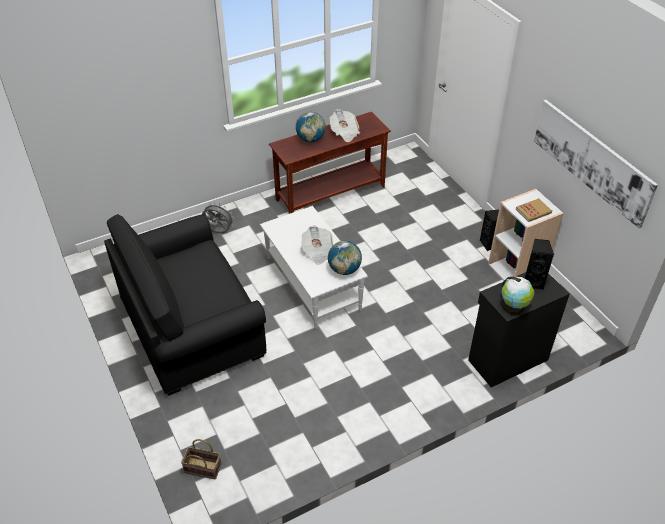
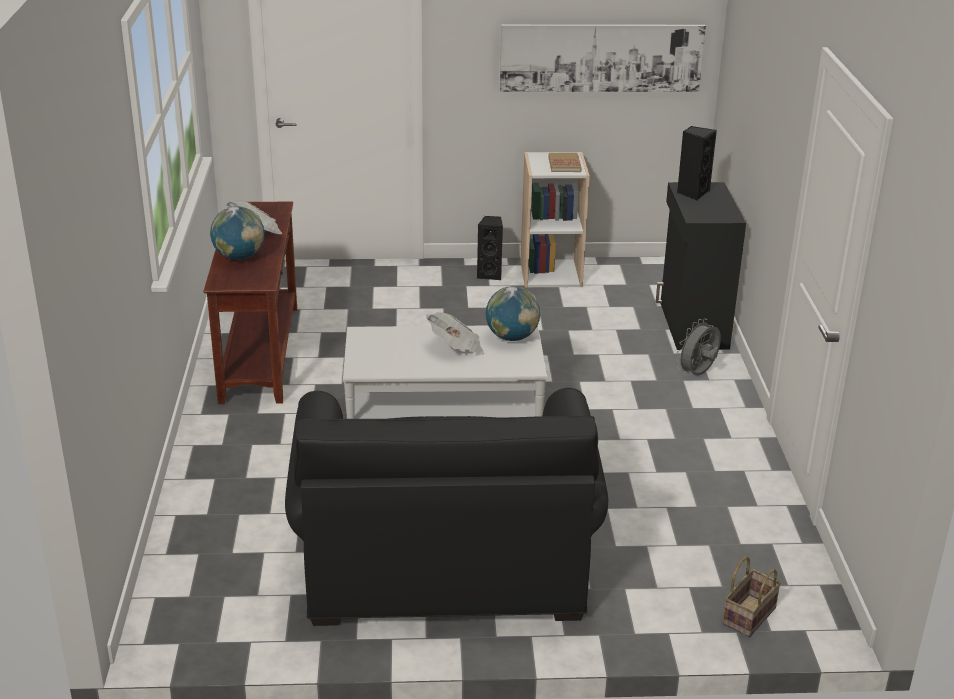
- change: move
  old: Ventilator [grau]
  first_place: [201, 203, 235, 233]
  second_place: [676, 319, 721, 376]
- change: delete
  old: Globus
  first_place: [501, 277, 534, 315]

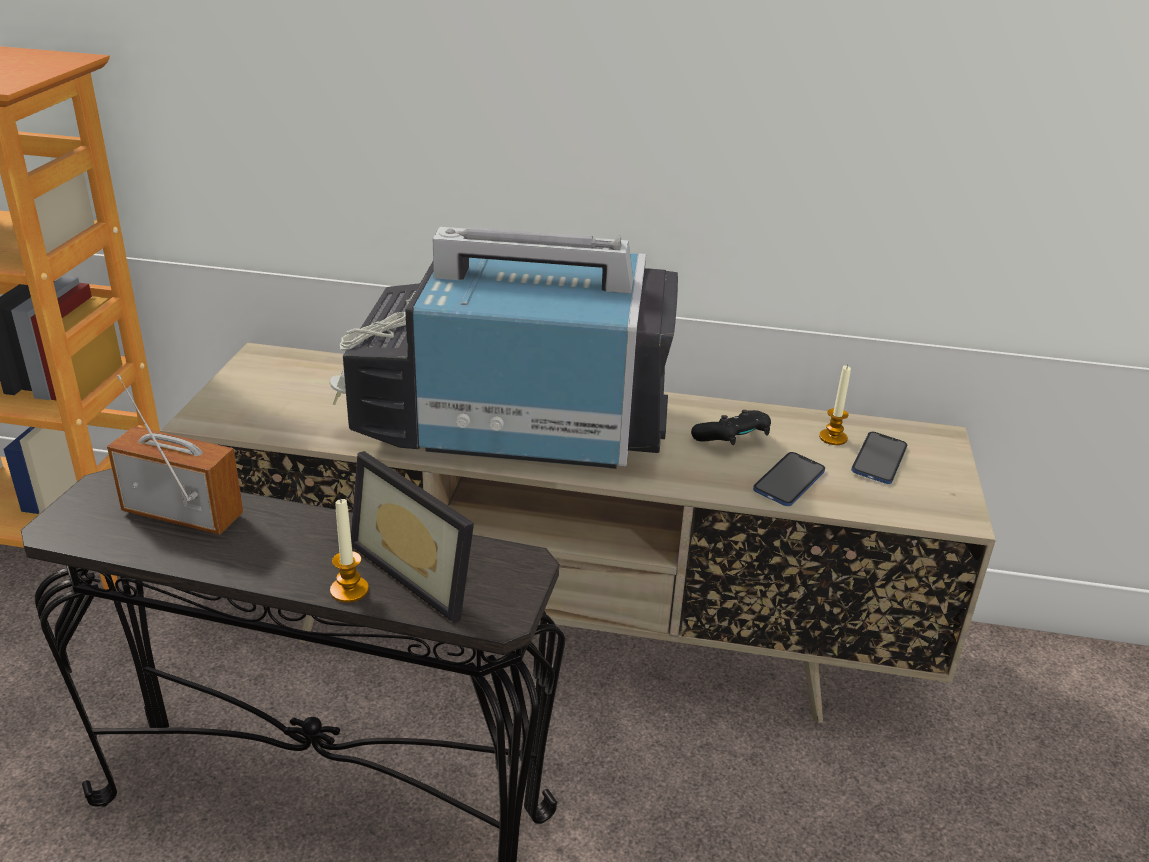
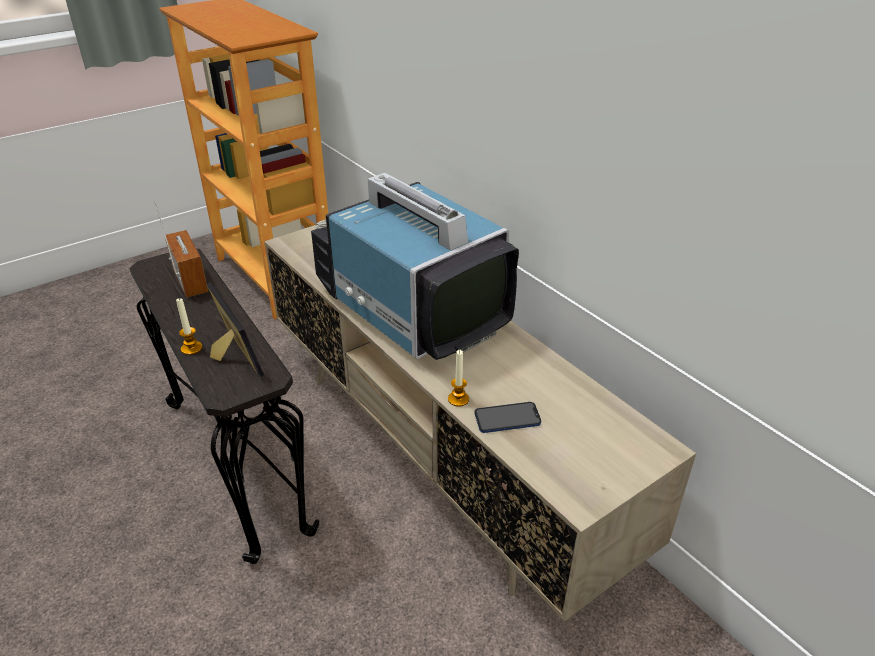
- change: rotate
  old: Bilderrahmen
  first_place: [351, 451, 474, 623]
  second_place: [206, 282, 264, 378]
  degrees: 150
- change: delete
  old: Gamepad [schwarz]
  first_place: [691, 410, 771, 445]
- change: move
  old: Kerze
  first_place: [819, 365, 851, 445]
  second_place: [448, 350, 469, 407]
- change: delete
  old: Handy
  first_place: [851, 432, 907, 484]

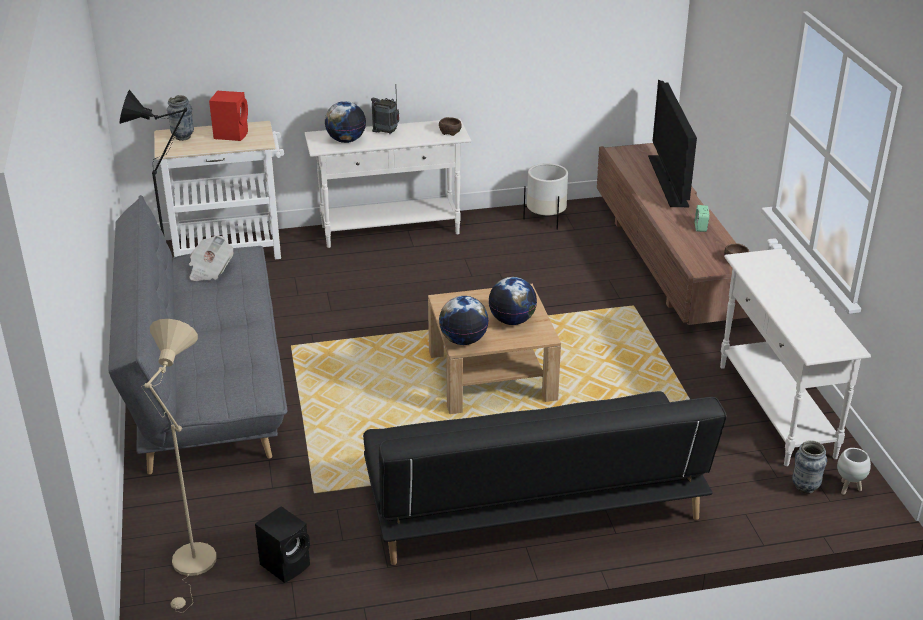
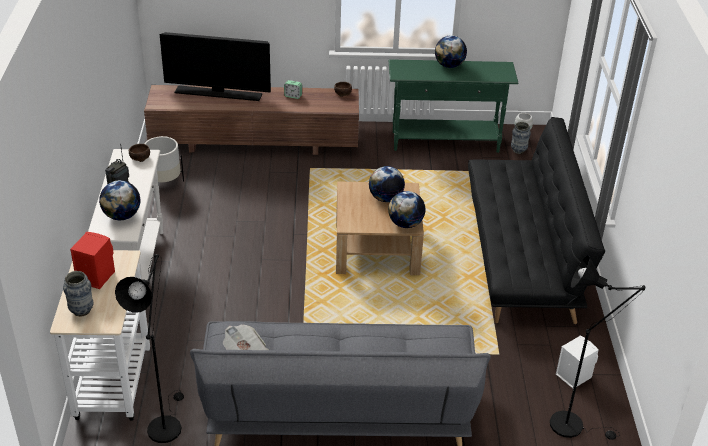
- change: recolor
  old: Stehlampe [beige]
  new: Stehlampe [schwarz]
  first_place: [141, 319, 217, 613]
  second_place: [550, 255, 645, 440]
- change: recolor
  old: Lautsprecher [schwarz]
  new: Lautsprecher [weiß]
  first_place: [255, 506, 310, 583]
  second_place: [556, 335, 599, 389]
- change: recolor
  old: Konsolentisch [weiß]
  new: Konsolentisch [grün]
  first_place: [720, 249, 871, 466]
  second_place: [388, 59, 519, 153]
- change: insert
  new: Globus
  second_place: [435, 35, 467, 68]

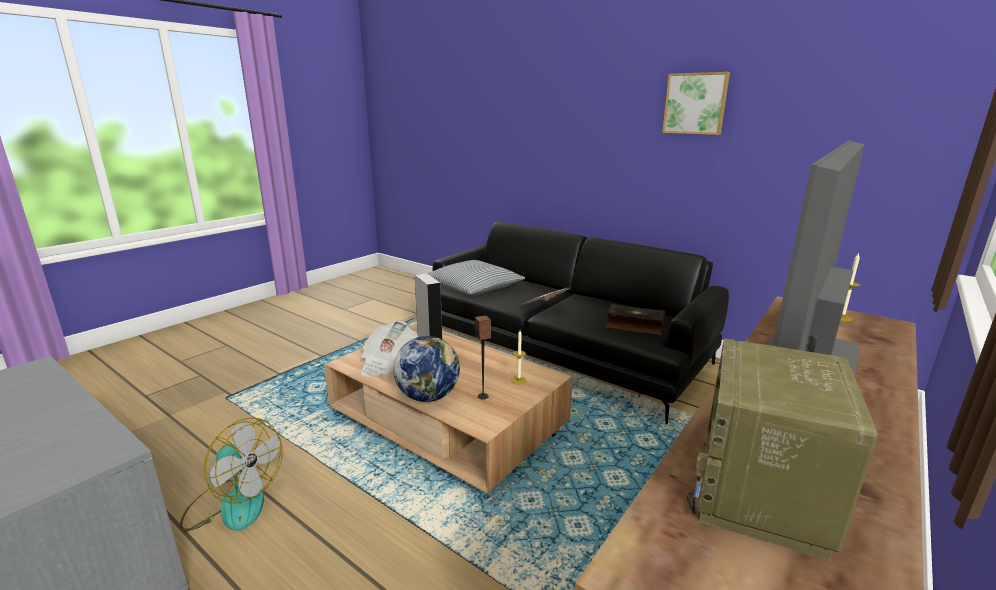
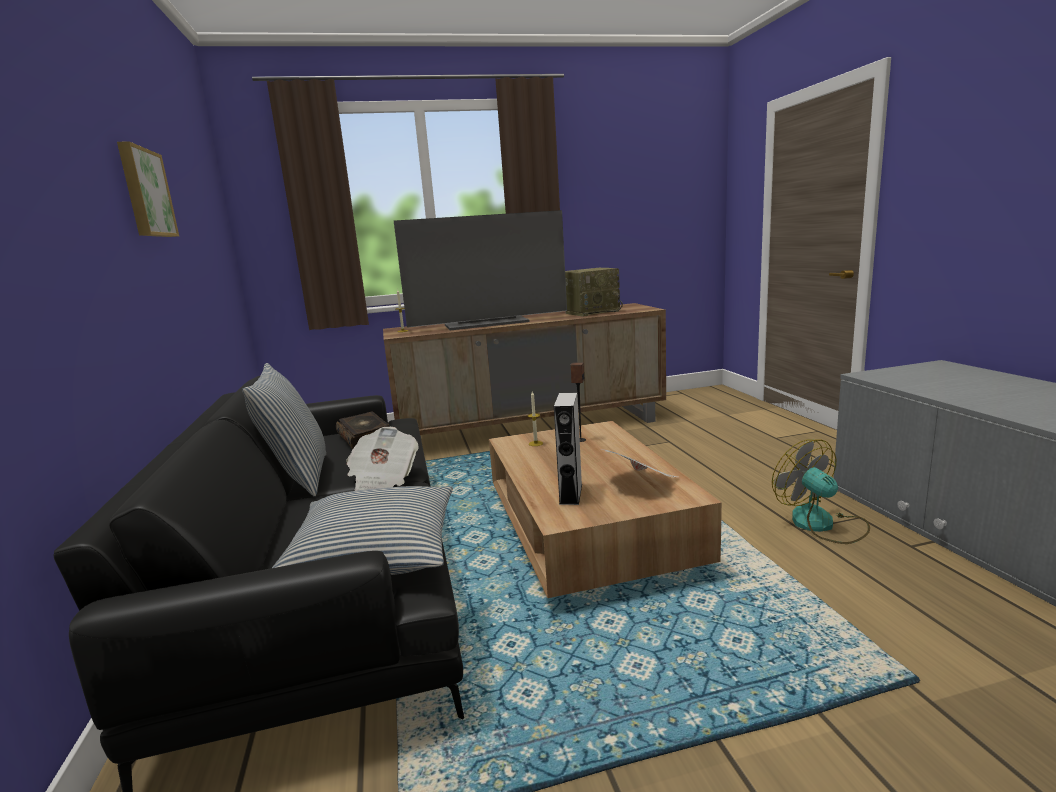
- change: delete
  old: Globus
  first_place: [393, 336, 460, 402]
- change: insert
  new: Kissen
  second_place: [242, 363, 326, 497]

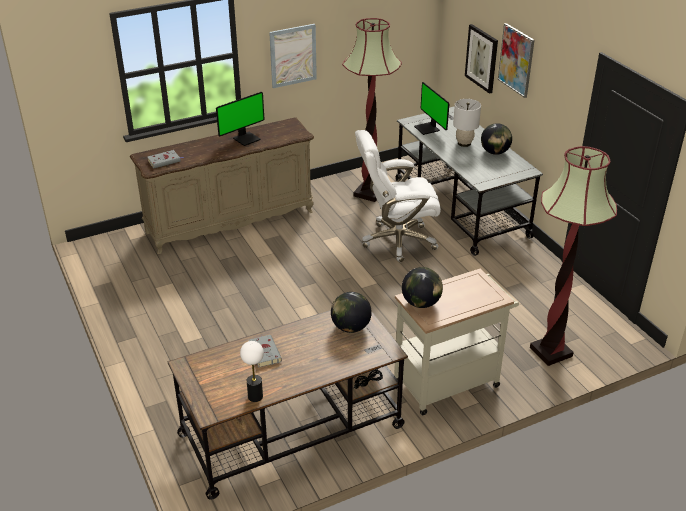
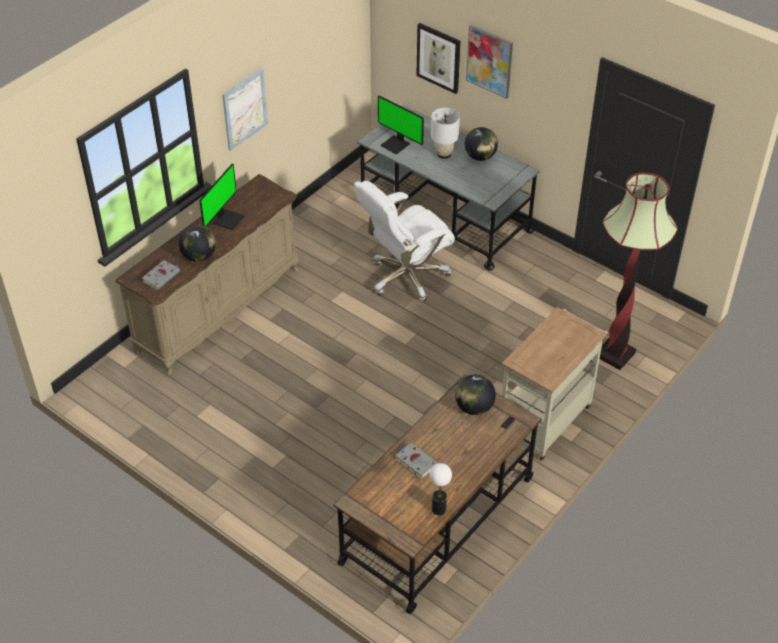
- change: delete
  old: Stehlampe
  first_place: [342, 18, 402, 202]
- change: move
  old: Globus
  first_place: [402, 267, 443, 308]
  second_place: [179, 225, 216, 262]

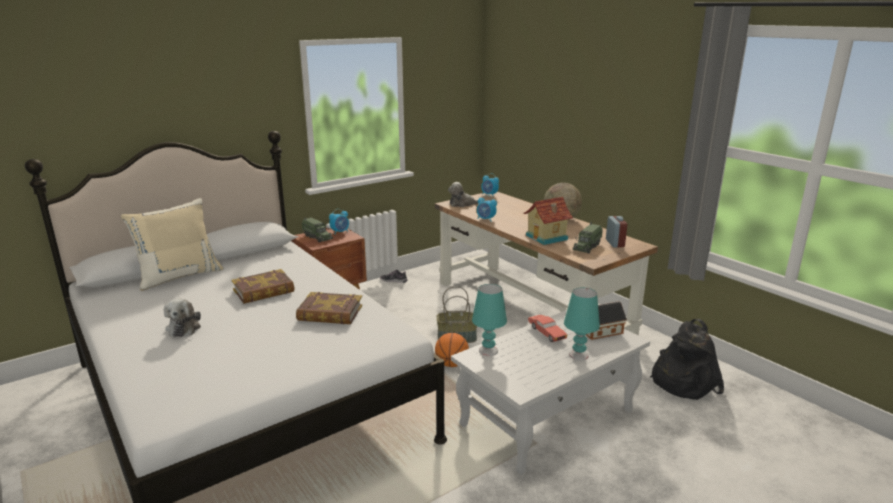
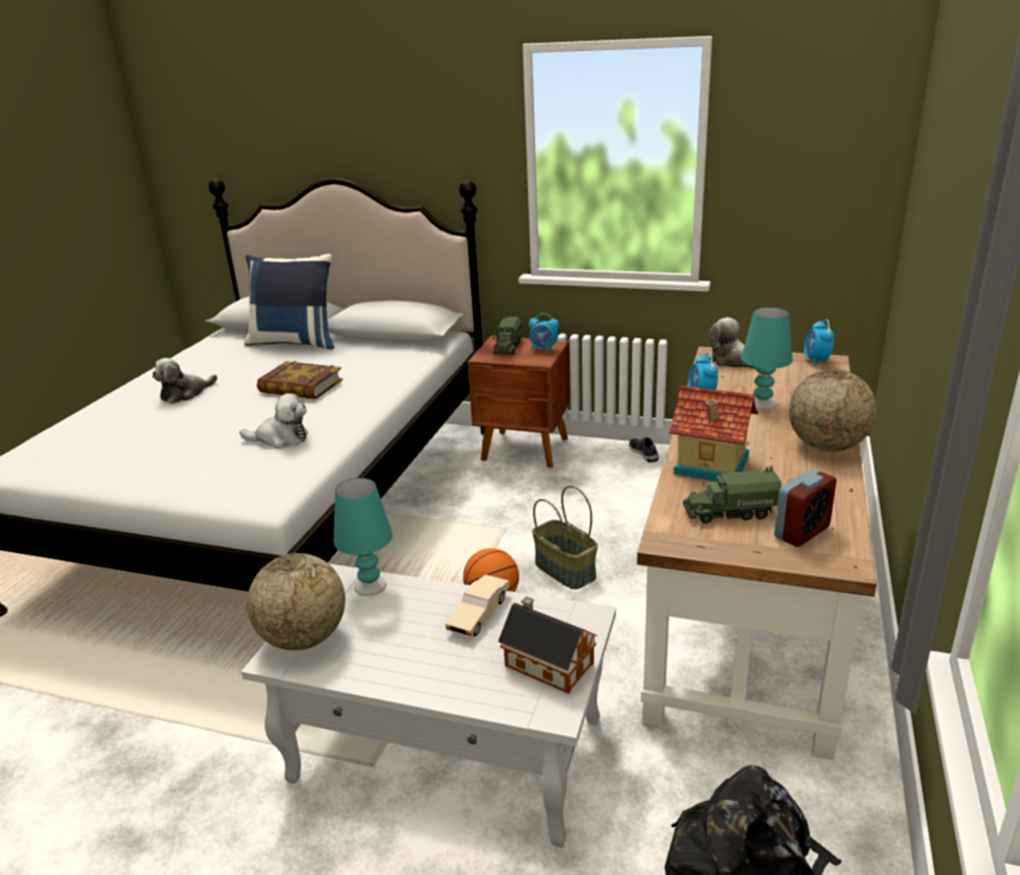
- change: recolor
  old: Kissen [beige]
  new: Kissen [blau]
  first_place: [121, 198, 224, 291]
  second_place: [244, 254, 334, 350]
- change: replace
  old: Buch
  new: Plüschtier
  first_place: [296, 292, 362, 324]
  second_place: [239, 393, 308, 449]
- change: recolor
  old: Spielzeugauto [rot]
  new: Spielzeugauto [beige]
  first_place: [528, 315, 567, 342]
  second_place: [445, 575, 510, 637]
- change: move
  old: Tischlampe [türkis]
  first_place: [564, 288, 600, 361]
  second_place: [741, 307, 793, 410]
- change: insert
  new: Globus
  second_place: [247, 553, 345, 650]

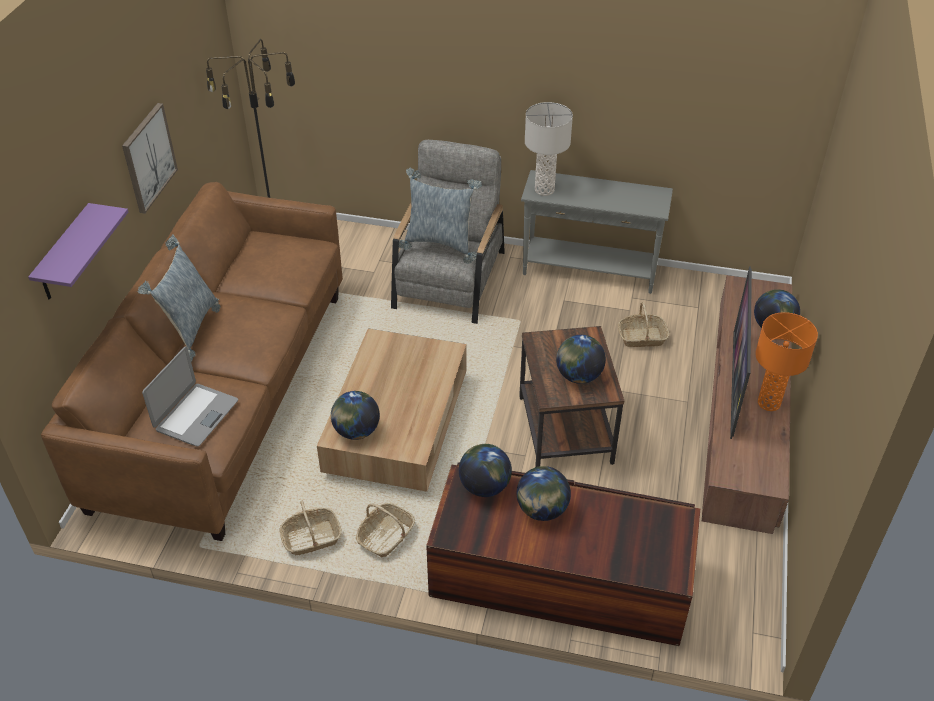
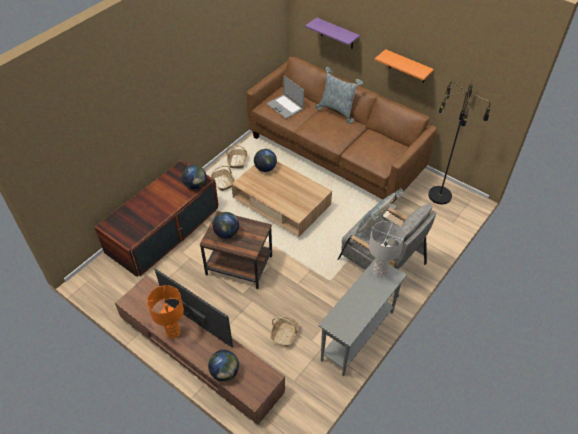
- change: replace
  old: Bild
  new: Wandregal [orange]
  first_place: [122, 103, 178, 214]
  second_place: [375, 49, 434, 83]
- change: delete
  old: Globus
  first_place: [517, 466, 571, 521]

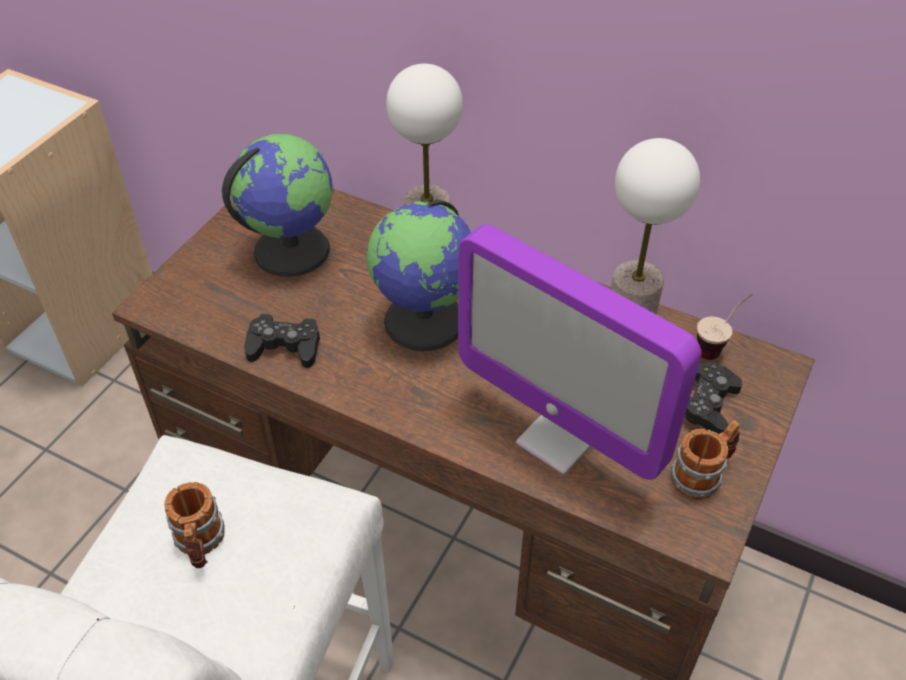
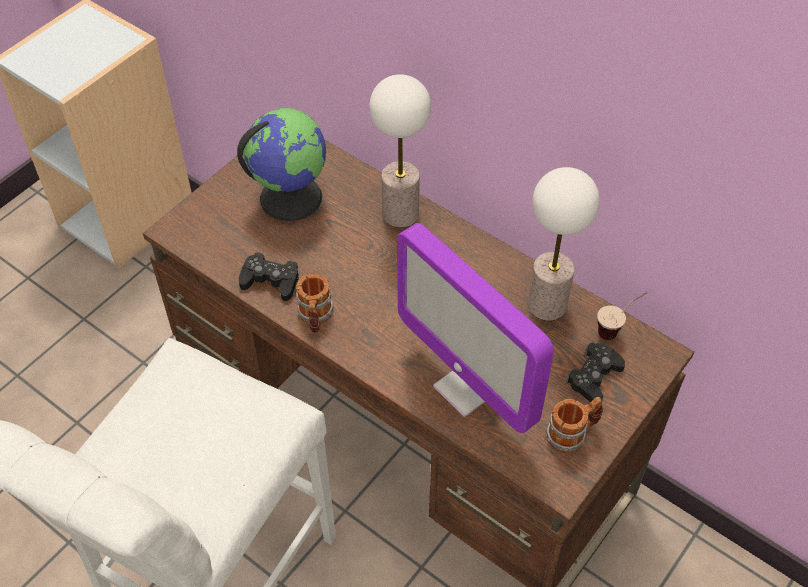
- change: move
  old: Henkelbecher
  first_place: [164, 482, 225, 568]
  second_place: [296, 274, 333, 333]
- change: delete
  old: Globus
  first_place: [367, 200, 471, 351]

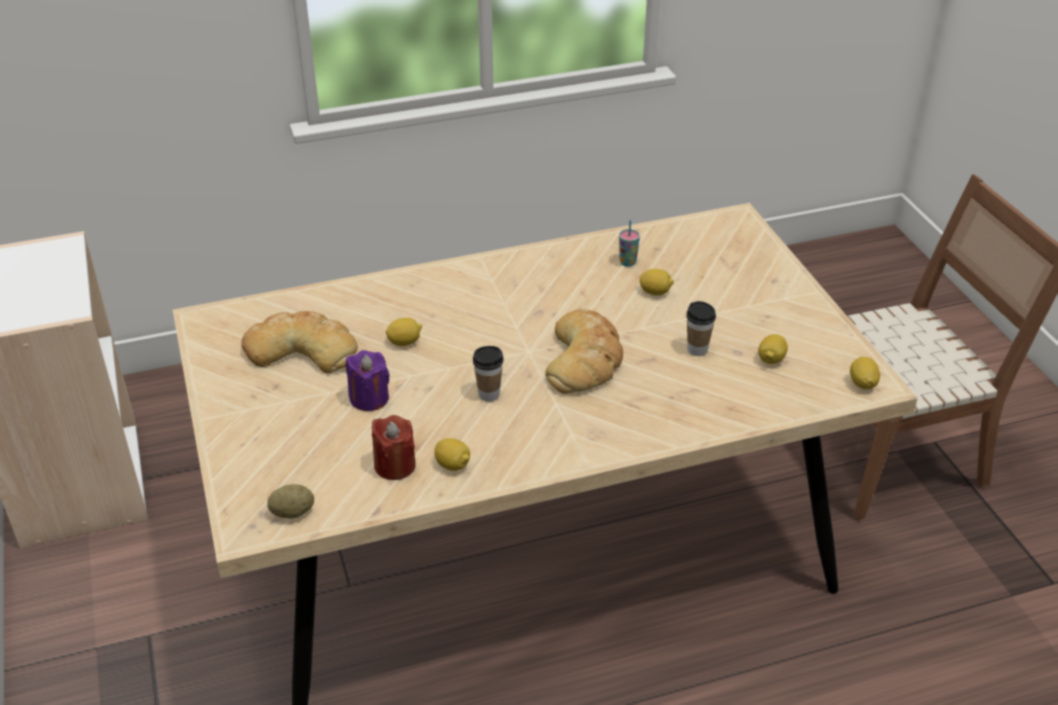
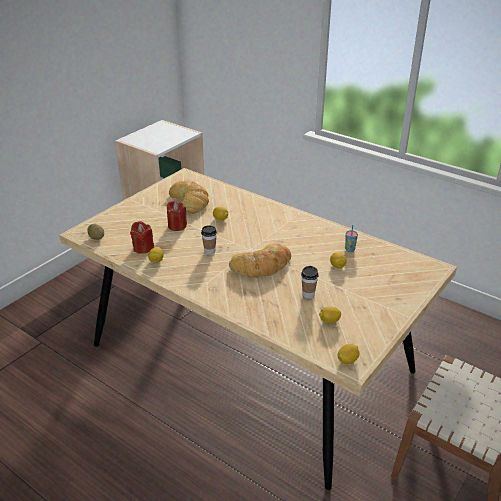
- change: recolor
  old: Kerze [lila]
  new: Kerze [rot]
  first_place: [346, 350, 390, 411]
  second_place: [167, 201, 187, 231]

